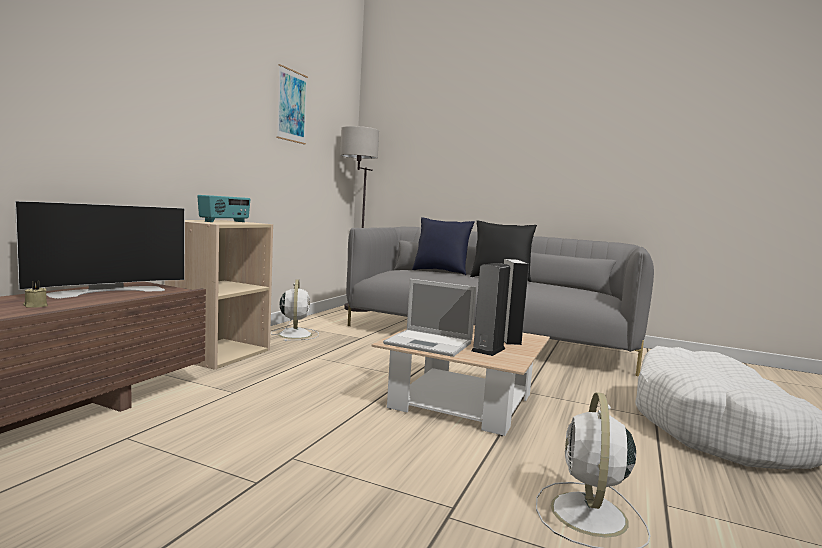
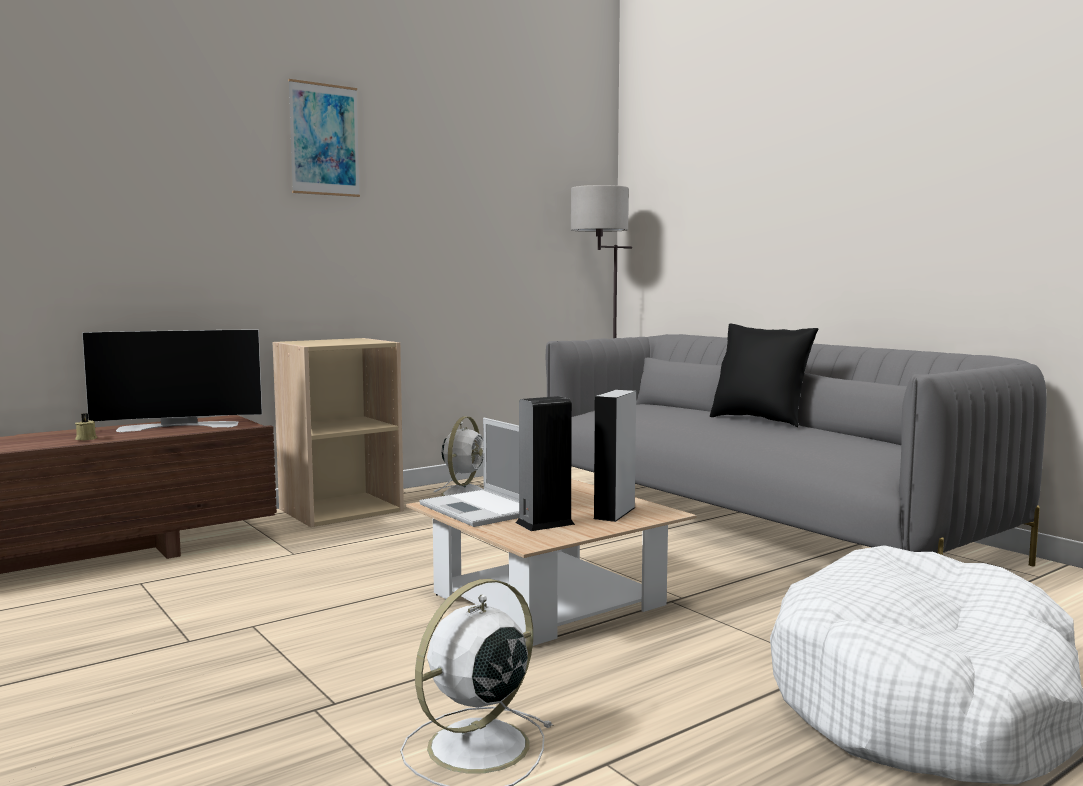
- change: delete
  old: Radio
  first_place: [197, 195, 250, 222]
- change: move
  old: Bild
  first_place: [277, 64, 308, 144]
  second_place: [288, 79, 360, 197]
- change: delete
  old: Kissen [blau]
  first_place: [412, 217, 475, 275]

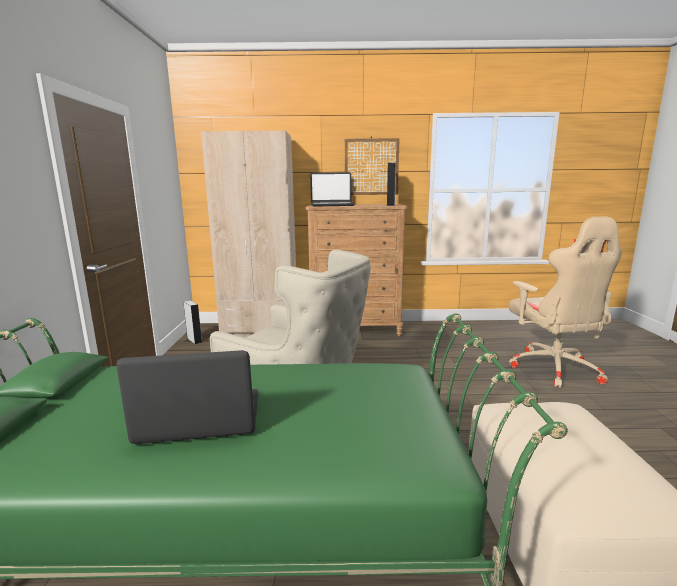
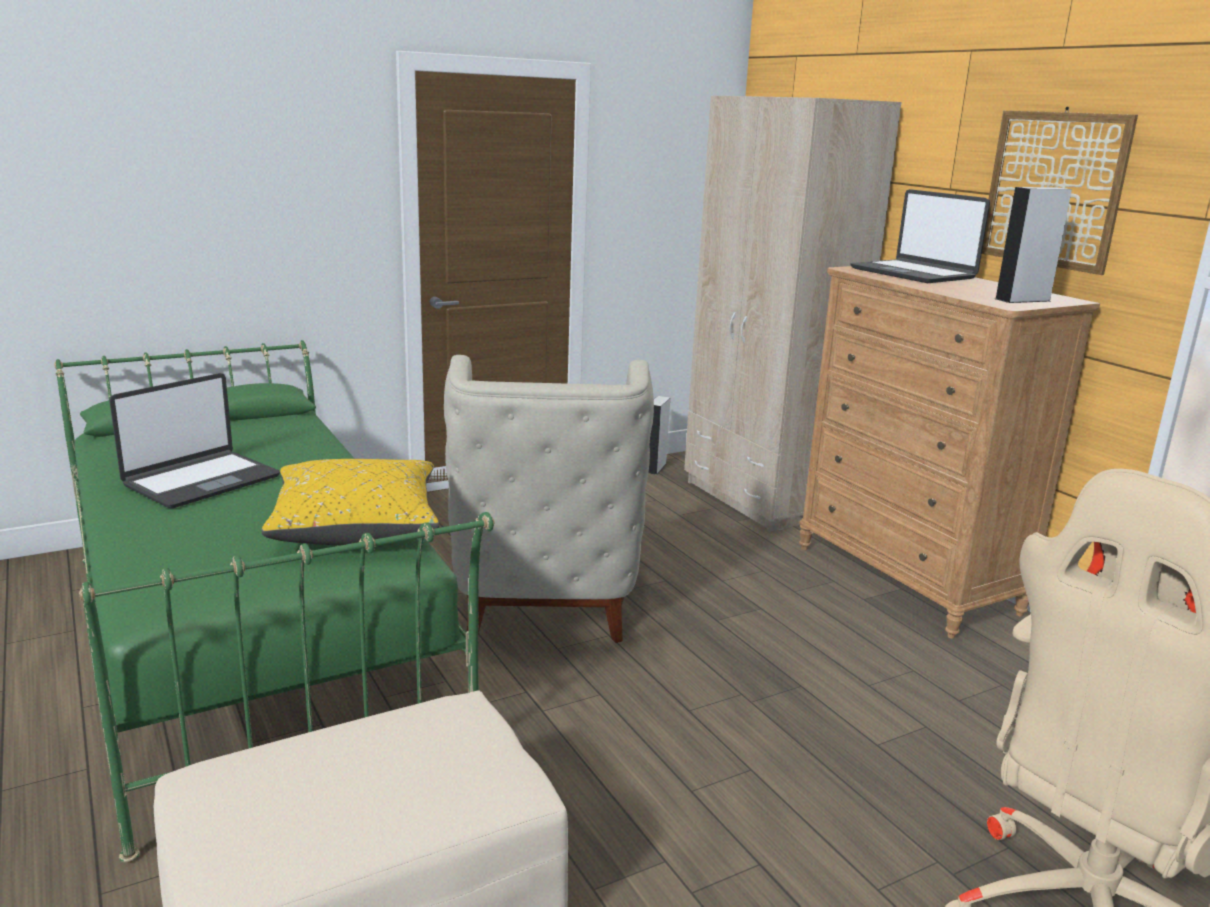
- change: rotate
  old: Laptop
  first_place: [116, 350, 259, 444]
  second_place: [109, 373, 280, 508]
  degrees: 75
- change: insert
  new: Kissen [gelb]
  second_place: [261, 459, 439, 545]

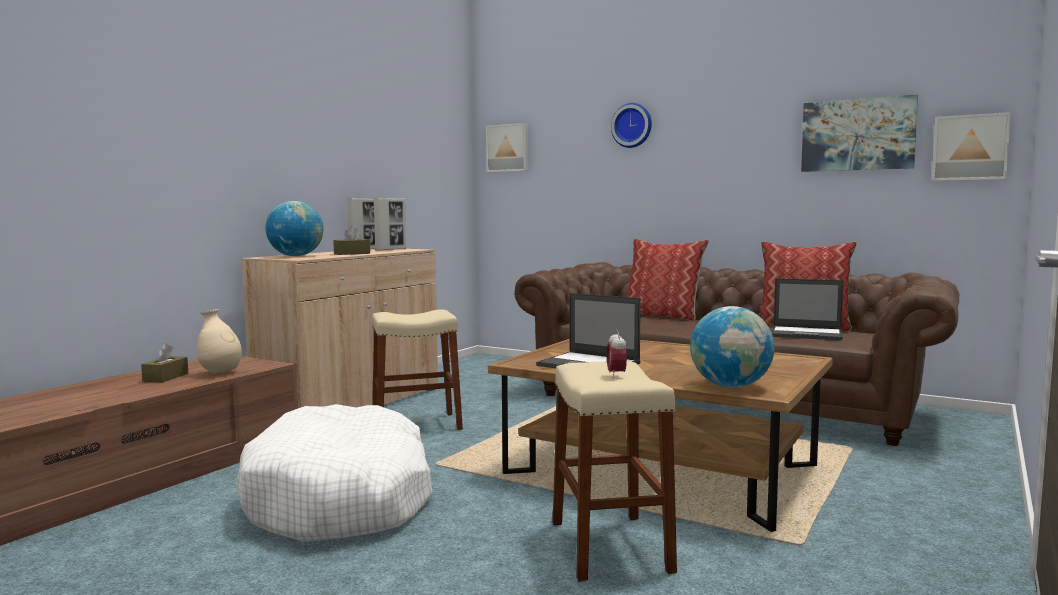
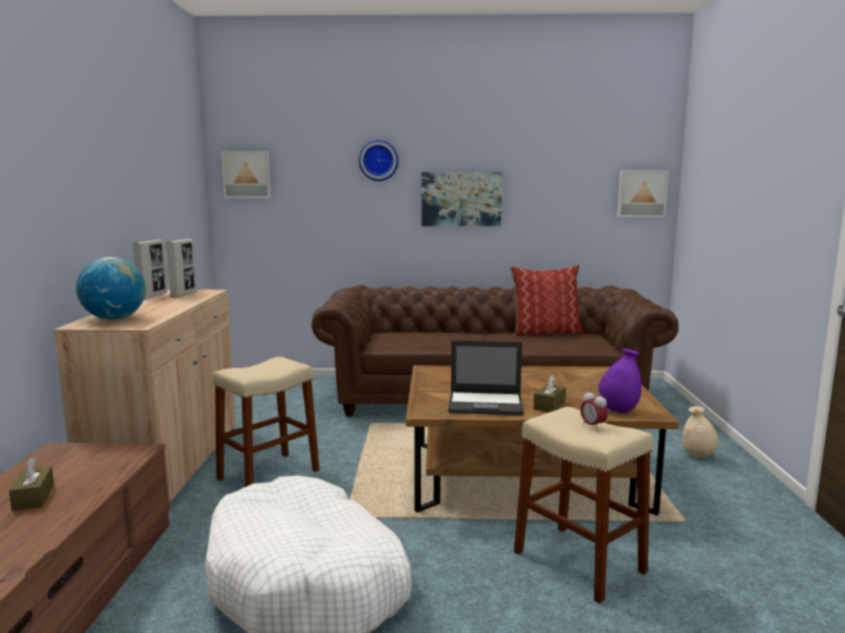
- change: move
  old: Vase [beige]
  first_place: [197, 309, 242, 374]
  second_place: [682, 406, 719, 458]
- change: move
  old: Taschentuchbox [braun]
  first_place: [333, 226, 370, 255]
  second_place: [534, 375, 566, 412]
- change: delete
  old: Kissen
  first_place: [626, 239, 709, 321]
- change: replace
  old: Globus
  new: Vase [lila]
  first_place: [690, 306, 775, 388]
  second_place: [598, 348, 642, 413]
- change: delete
  old: Laptop
  first_place: [771, 278, 844, 340]
- change: move
  old: Bild
  first_place: [801, 95, 918, 172]
  second_place: [422, 172, 502, 226]

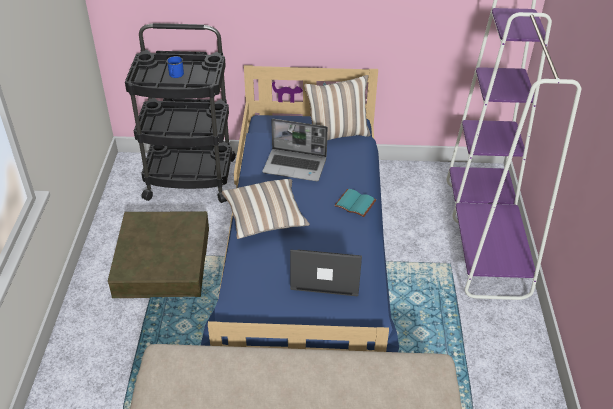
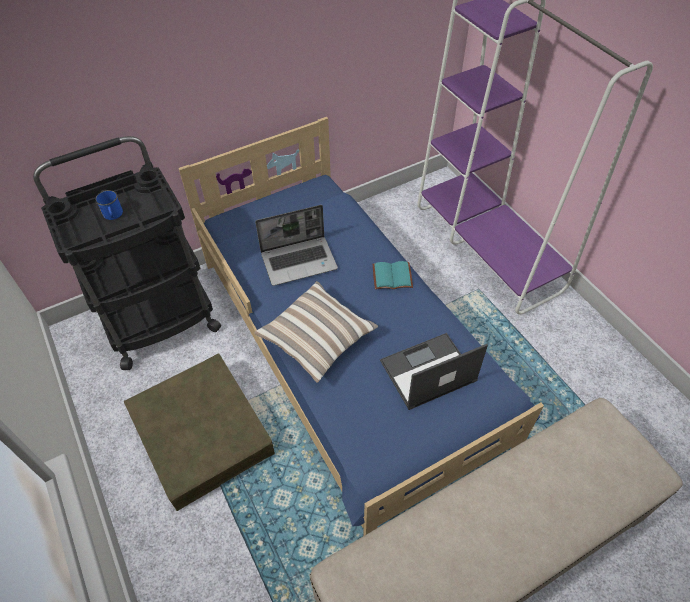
- change: delete
  old: Kissen
  first_place: [304, 75, 371, 140]

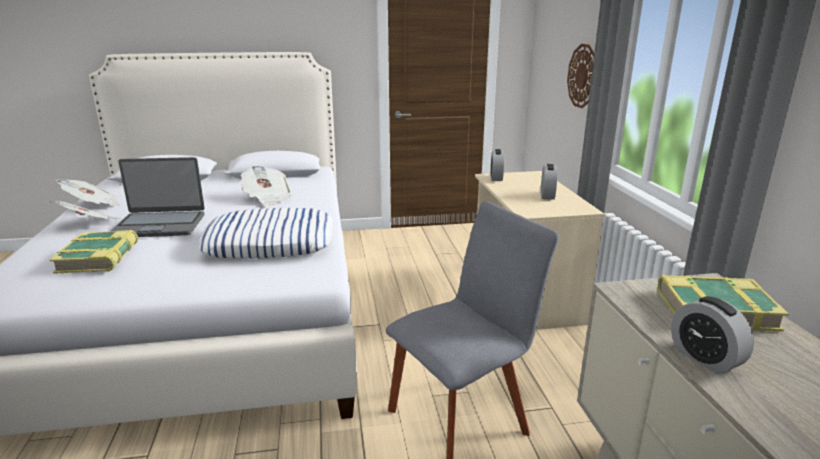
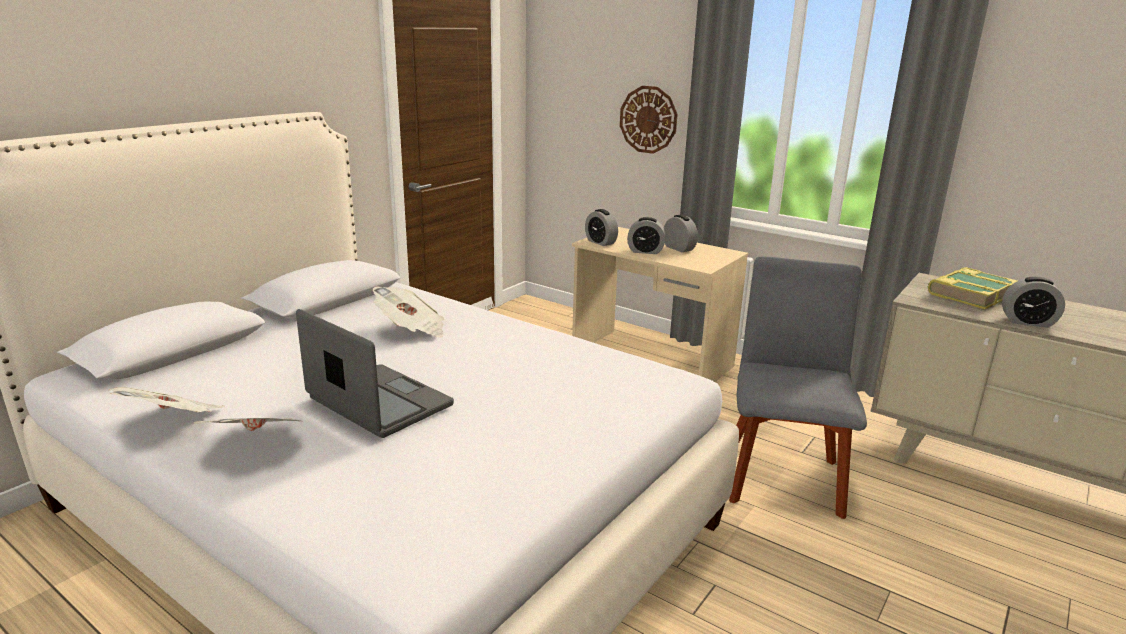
- change: delete
  old: Buch
  first_place: [50, 230, 139, 274]
- change: rotate
  old: Laptop
  first_place: [109, 157, 205, 237]
  second_place: [296, 309, 454, 438]
  degrees: -90
- change: delete
  old: Kissen
  first_place: [199, 208, 334, 259]
- change: insert
  new: Wecker
  second_place: [627, 217, 666, 254]

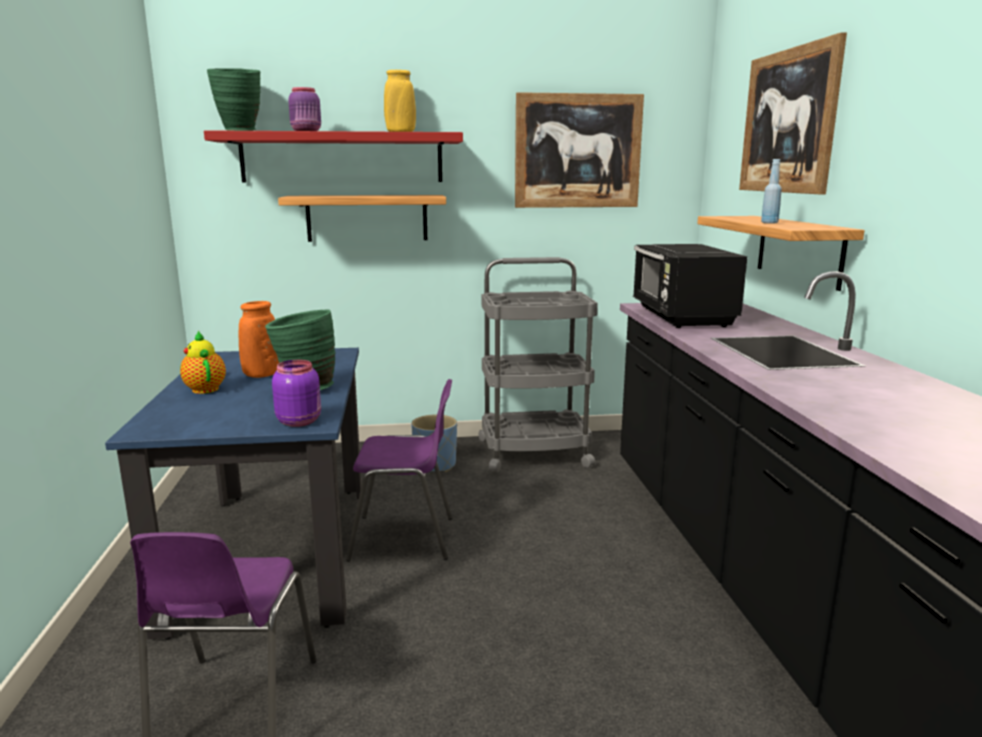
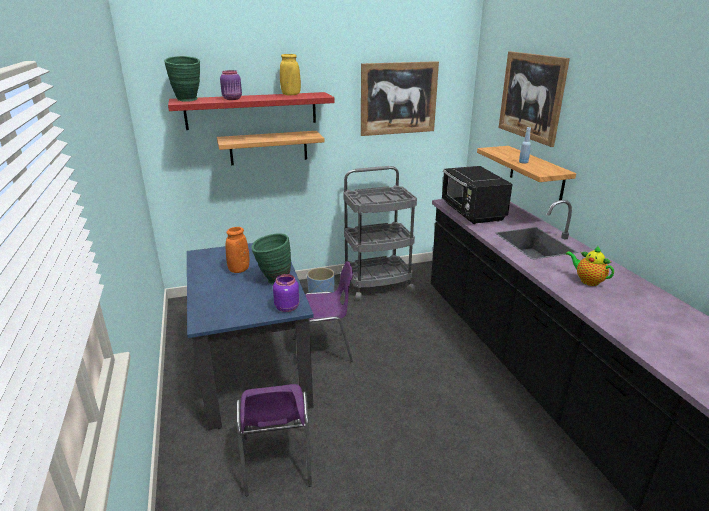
- change: move
  old: Teekanne
  first_place: [180, 331, 226, 394]
  second_place: [566, 245, 614, 286]

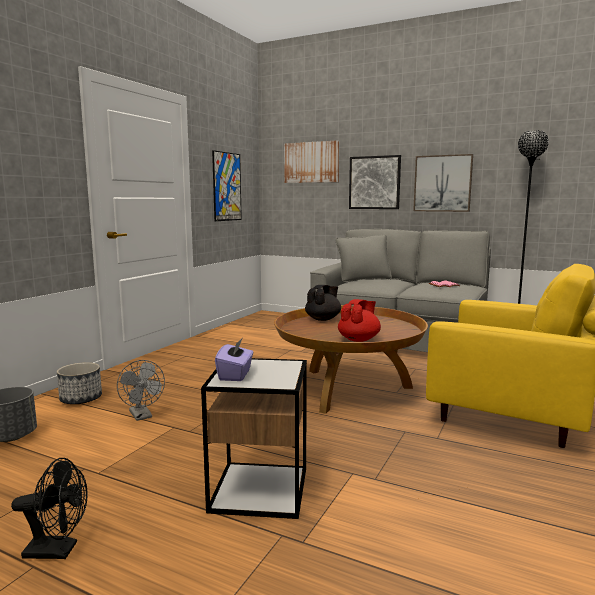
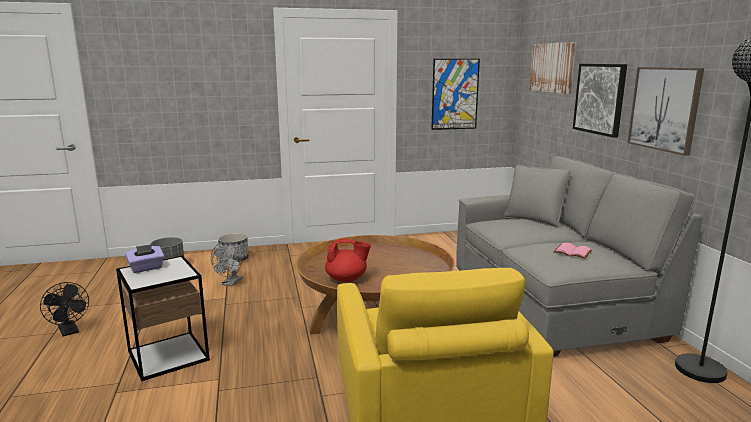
- change: delete
  old: Teekanne [schwarz]
  first_place: [305, 285, 341, 321]

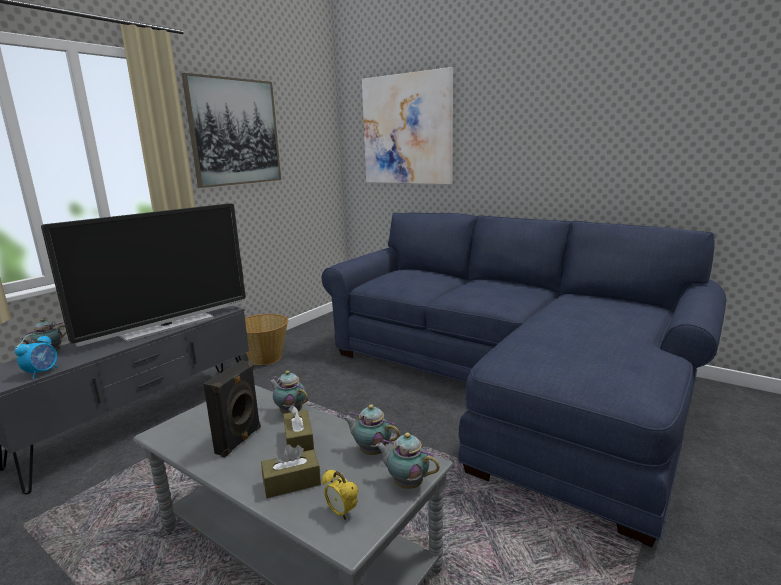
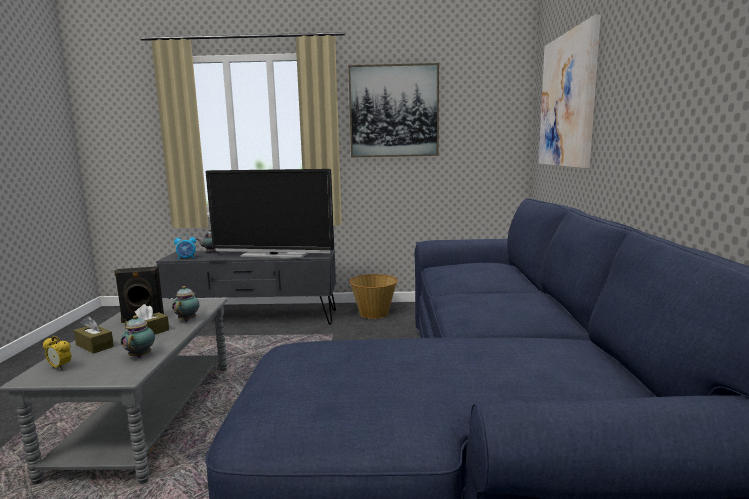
- change: rotate
  old: Wecker
  first_place: [322, 470, 358, 520]
  second_place: [43, 336, 71, 370]
  degrees: -75
- change: delete
  old: Teekanne
  first_place: [375, 433, 440, 489]

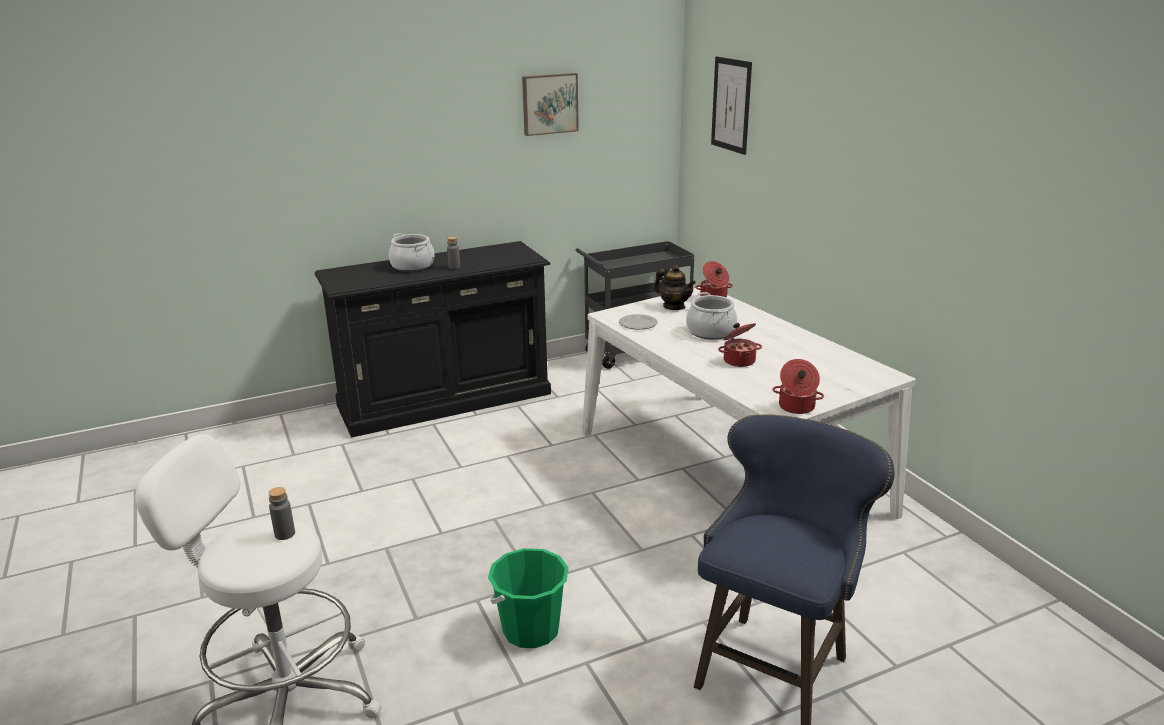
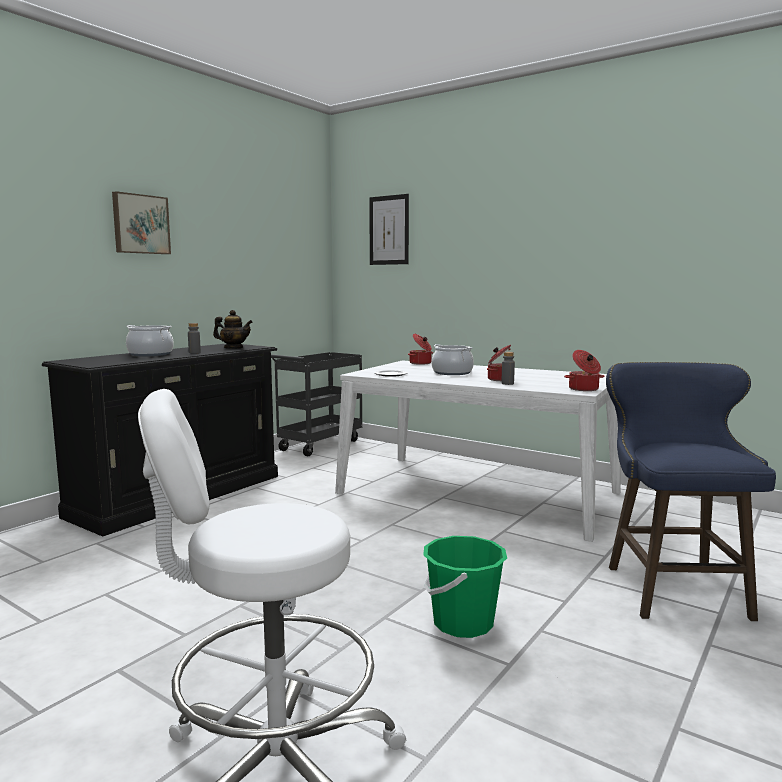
- change: move
  old: Flasche [grau]
  first_place: [269, 487, 295, 540]
  second_place: [501, 352, 515, 385]
- change: move
  old: Bild
  first_place: [522, 73, 579, 136]
  second_place: [112, 191, 171, 254]
- change: move
  old: Teekanne
  first_place: [654, 265, 696, 310]
  second_place: [213, 310, 253, 348]

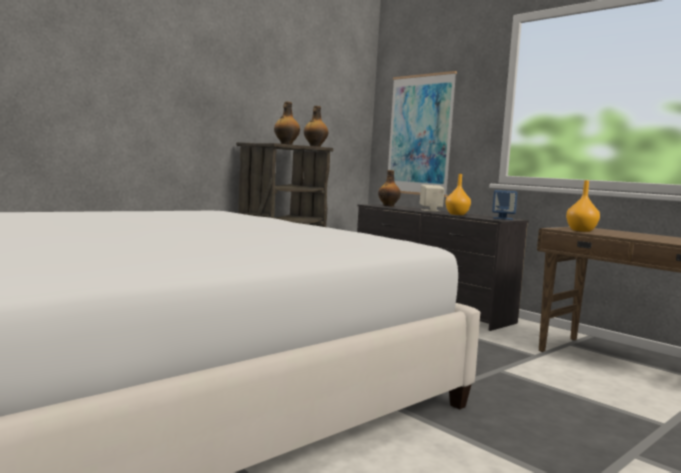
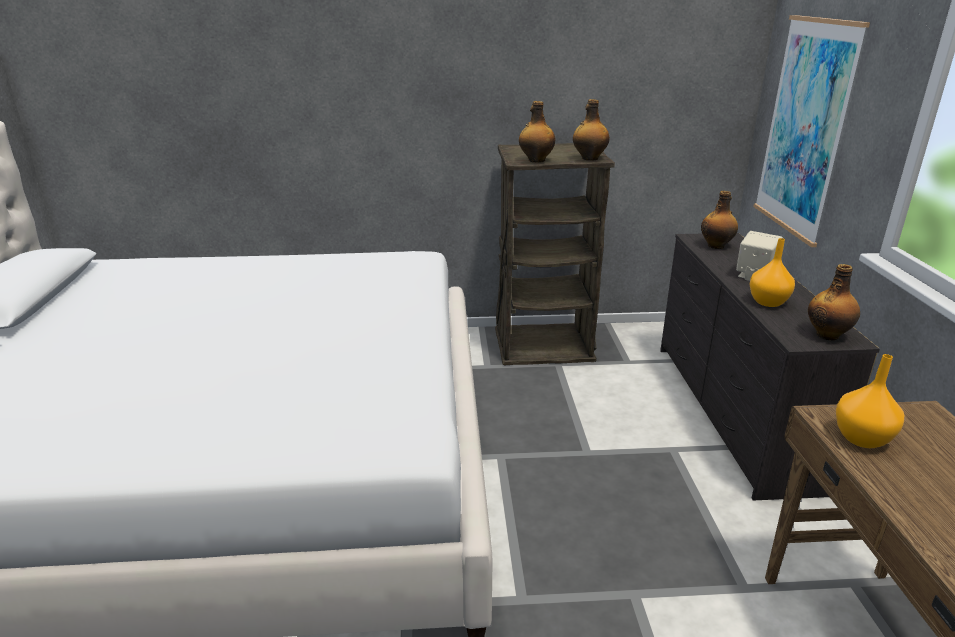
- change: replace
  old: Lautsprecher [blau]
  new: Flasche
  first_place: [492, 190, 517, 220]
  second_place: [808, 264, 860, 341]

